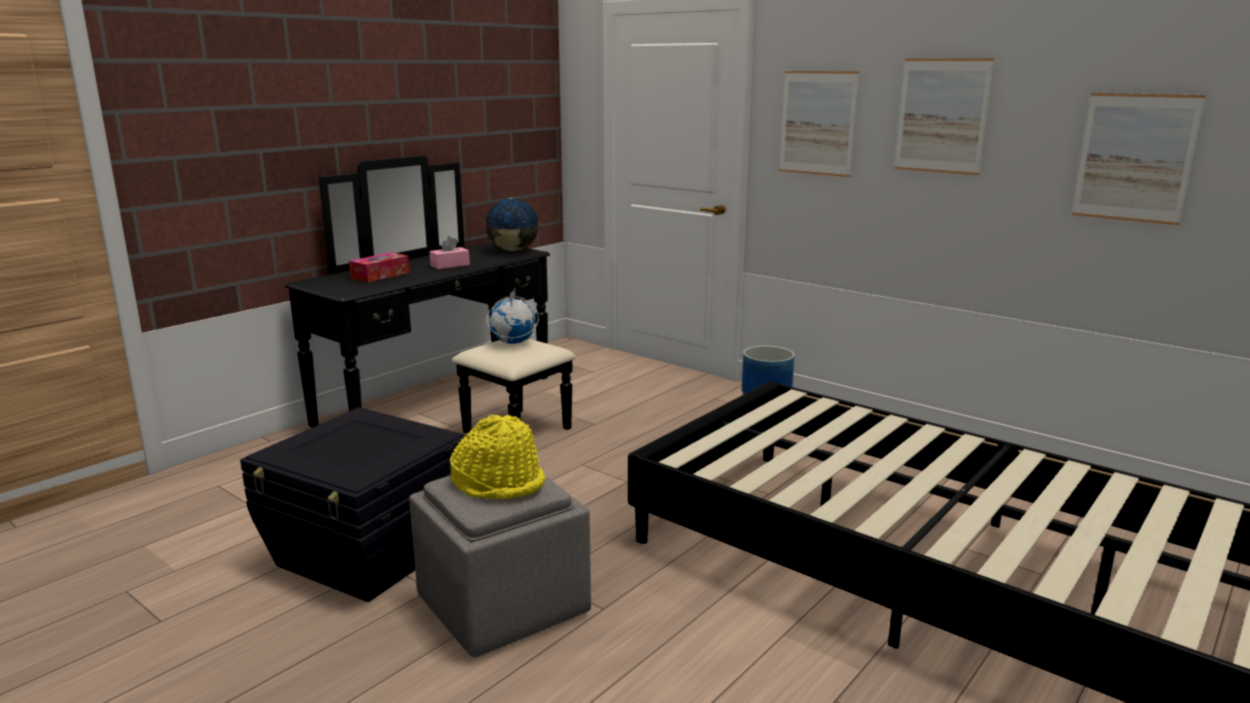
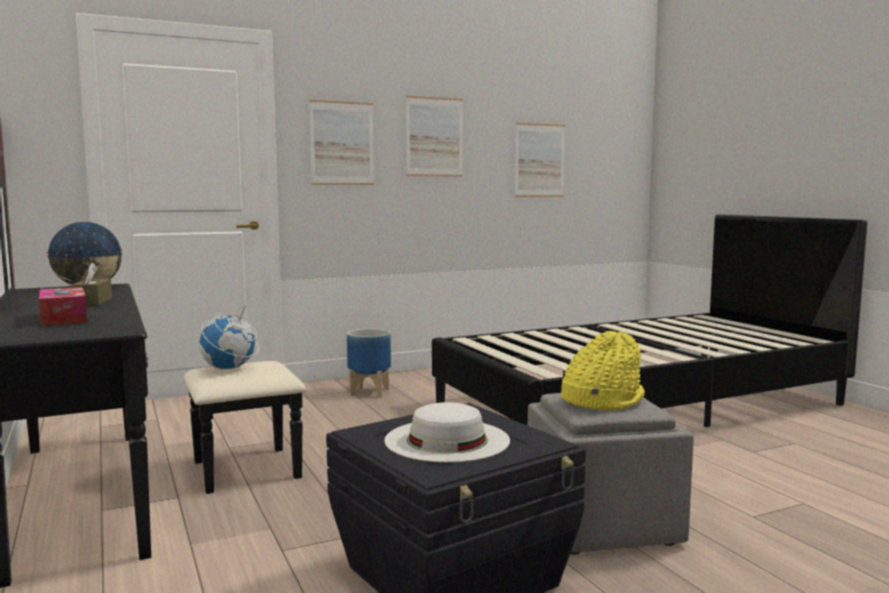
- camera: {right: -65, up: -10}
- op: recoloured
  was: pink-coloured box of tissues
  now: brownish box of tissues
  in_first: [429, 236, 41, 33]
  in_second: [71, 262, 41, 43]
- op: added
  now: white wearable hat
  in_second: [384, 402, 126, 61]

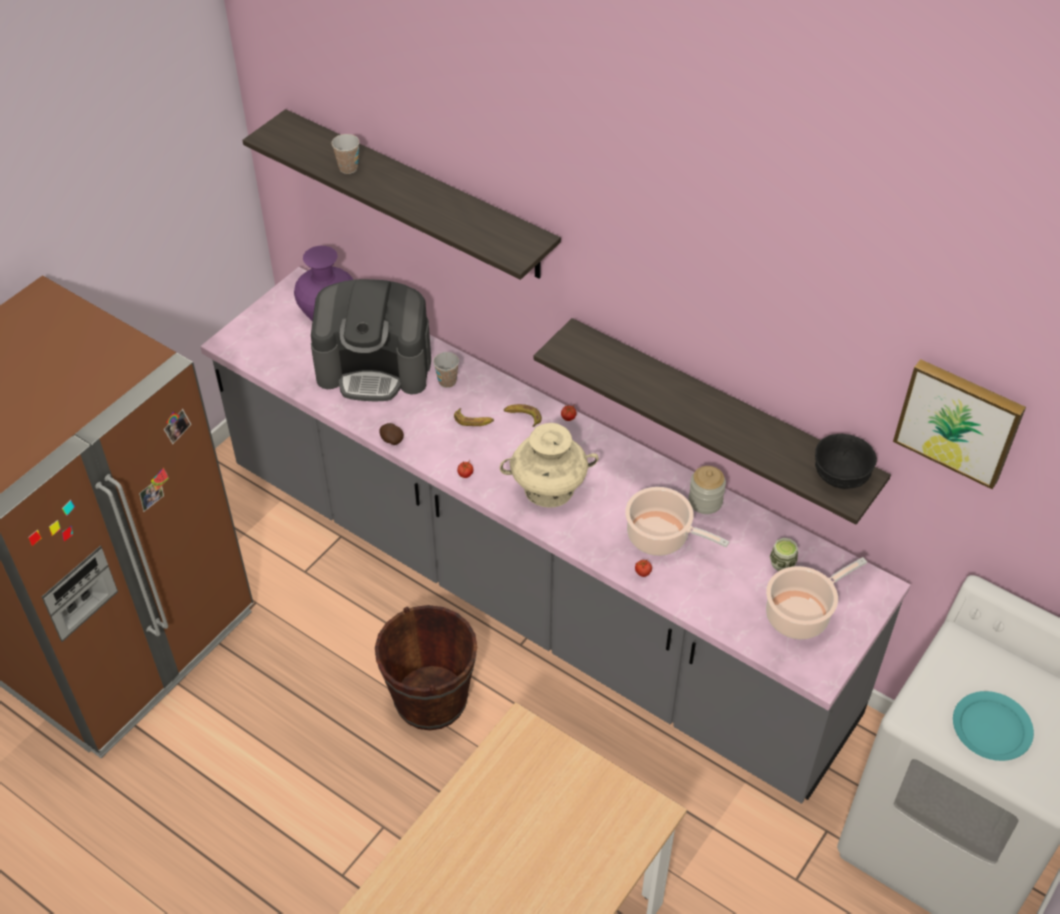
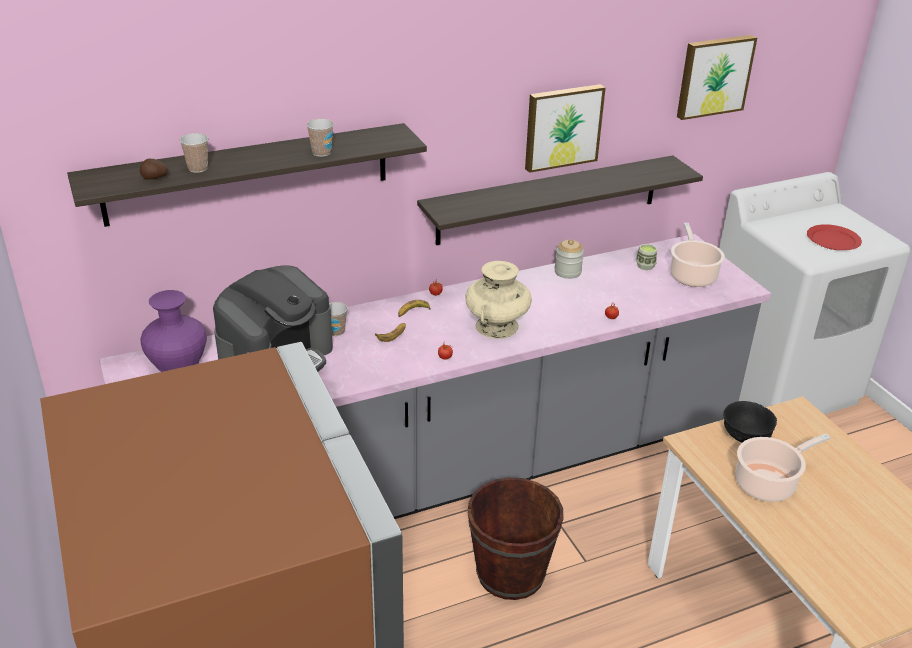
- camera: {right: -60, up: -15}
- op: moved
  was: potato
  in_first: [379, 423, 25, 22]
  in_second: [140, 159, 28, 20]
- op: moved
  was: cooking pot
  in_first: [625, 487, 104, 69]
  in_second: [735, 434, 95, 68]
- op: moved
  was: black-coloured bowl
  in_first: [815, 434, 62, 55]
  in_second: [723, 401, 54, 41]
- op: recoloured
  was: blue-green plate
  now: reddish plate
  in_first: [953, 691, 81, 70]
  in_second: [807, 224, 55, 26]
- op: added
  now: small cup
  in_second: [306, 119, 28, 38]
- op: added
  now: wall art
  in_second: [525, 84, 81, 89]

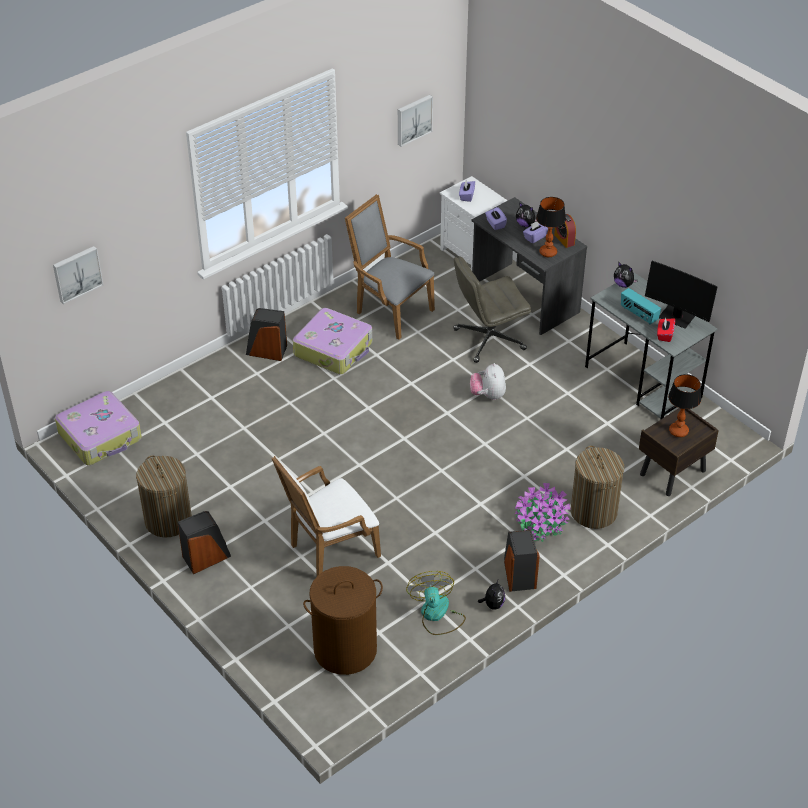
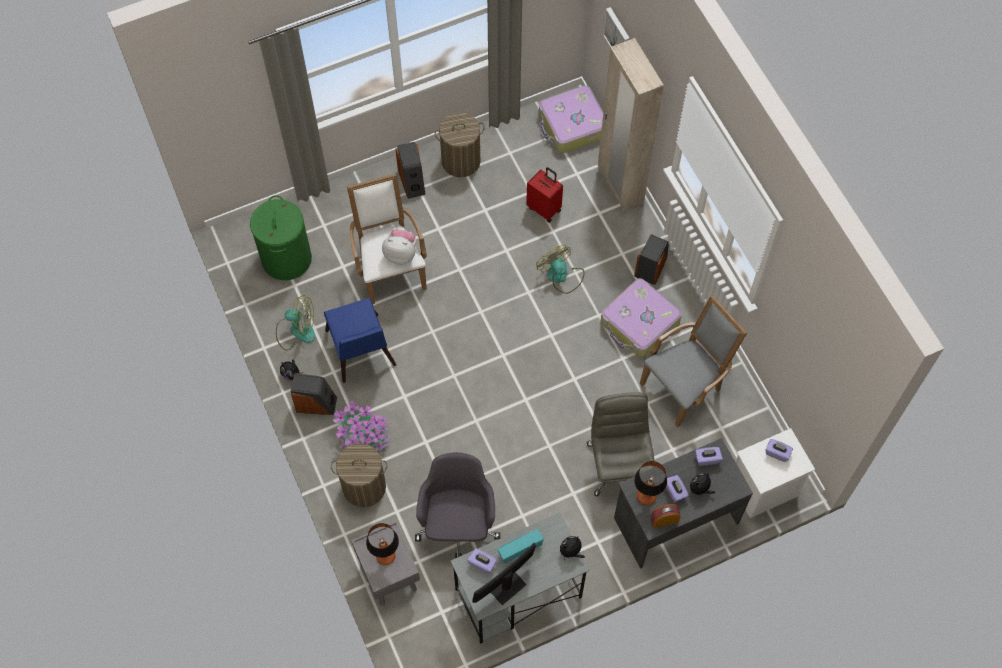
- camera: {right: 105, up: 20}
- op: recoloured
  was: brownish washing basket
  now: green-coloured washing basket
  in_first: [303, 566, 80, 109]
  in_second: [250, 195, 62, 85]
- op: removed
  was: wall art
  in_first: [398, 95, 35, 52]
- op: moved
  was: plush toy
  in_first: [470, 363, 36, 37]
  in_second: [382, 229, 34, 36]
- op: recoloured
  was: brownish bedside table
  now: grey bedside table
  in_first: [639, 408, 80, 88]
  in_second: [351, 521, 69, 85]
- op: recoloured
  was: reddish box of tissues
  now: purple box of tissues
  in_first: [657, 317, 18, 25]
  in_second: [468, 548, 29, 26]
- op: added
  now: bluish plain chair
  in_second: [324, 298, 72, 85]
- op: added
  now: grey computer chair
  in_second: [415, 452, 85, 106]
- op: added
  now: reddish travel case
  in_second: [526, 167, 37, 56]
- op: added
  now: cooling fan
  in_second: [536, 245, 49, 49]
- op: added
  now: beige clothes cupboard
  in_second: [598, 38, 66, 174]

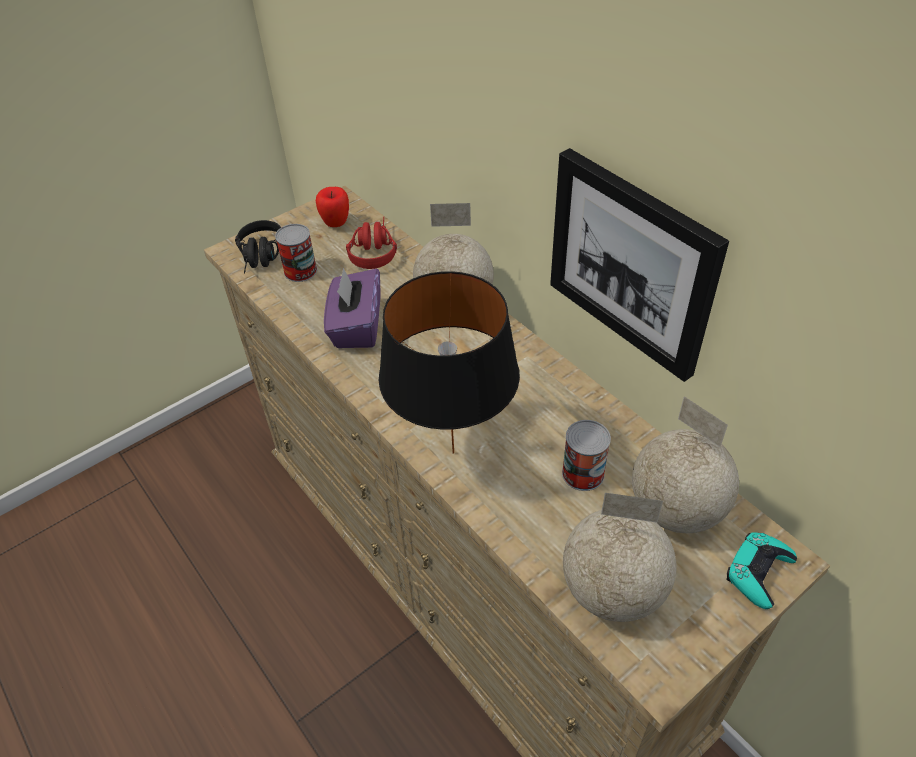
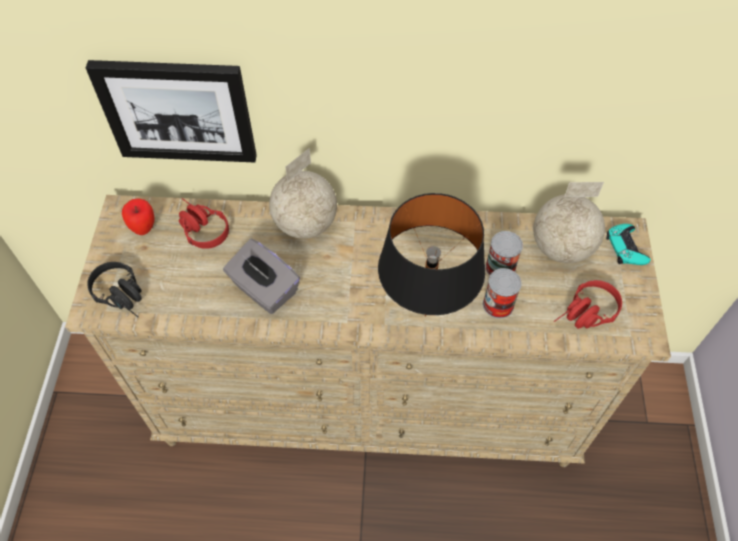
- camera: {right: -50, up: 10}
- op: moved
  was: can
  in_first: [275, 224, 42, 58]
  in_second: [483, 268, 39, 50]
- op: recoloured
  was: purple box of tissues
  now: grey box of tissues
  in_first: [324, 268, 57, 80]
  in_second: [223, 239, 77, 75]
- op: moved
  was: wall art
  in_first: [550, 148, 179, 234]
  in_second: [86, 60, 171, 103]
- op: replaced
  was: desk globe
  now: reddish headphones
  in_first: [563, 493, 114, 129]
  in_second: [554, 280, 68, 49]

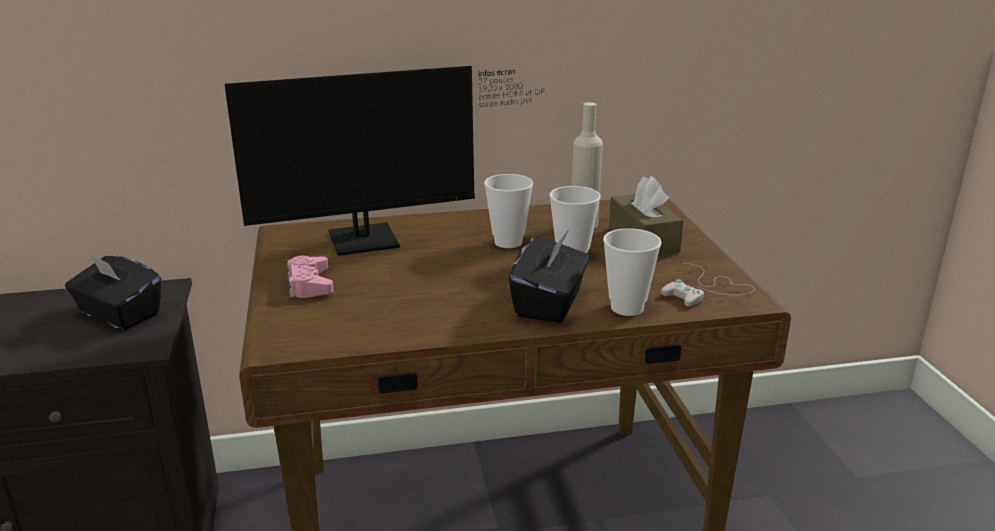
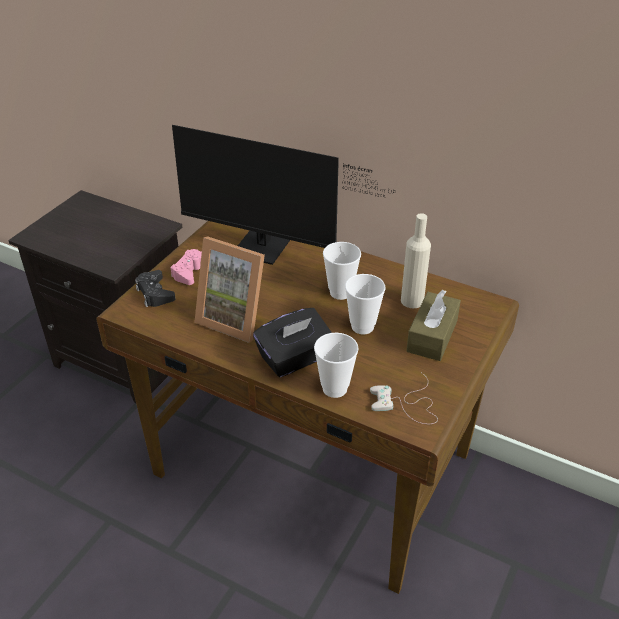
- camera: {right: 40, up: 15}
- op: removed
  was: black-coloured box of tissues
  in_first: [65, 254, 96, 76]
- op: added
  now: black-coloured game controller
  in_second: [135, 270, 40, 37]
- op: added
  now: standing frame
  in_second: [194, 236, 71, 107]

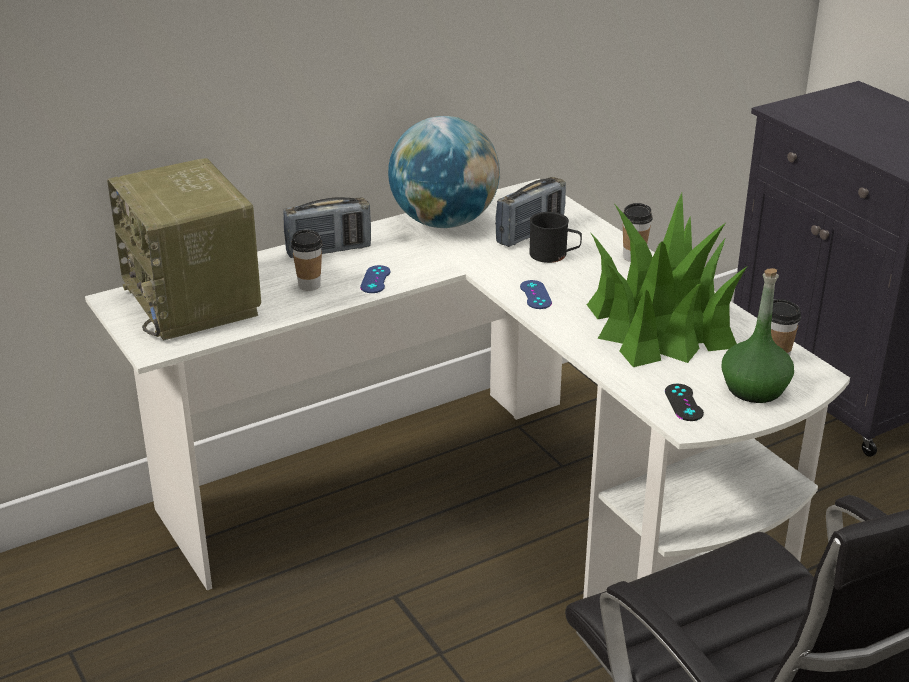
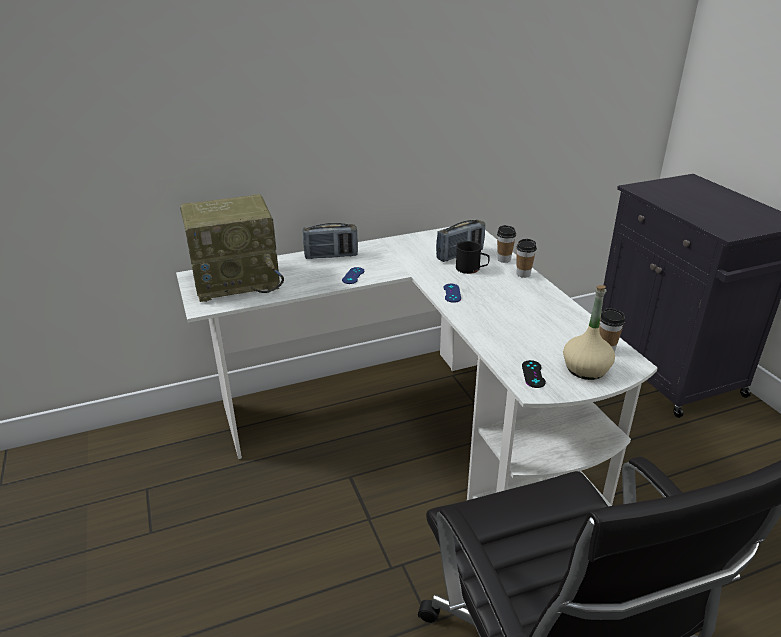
- camera: {right: 10, up: 0}
- op: turned
  was: radio receiver
  in_first: [107, 158, 154, 183]
  in_second: [180, 194, 104, 108]
  clockwise: -90
- op: moved
  was: small cup
  in_first: [291, 230, 32, 61]
  in_second: [497, 225, 19, 38]
- op: removed
  was: desk globe
  in_first: [388, 116, 112, 112]
- op: removed
  was: houseplant
  in_first: [587, 193, 160, 174]
- op: recoloured
  was: green-coloured beverage bottle
  now: beige beverage bottle
  in_first: [722, 268, 72, 135]
  in_second: [563, 285, 52, 95]

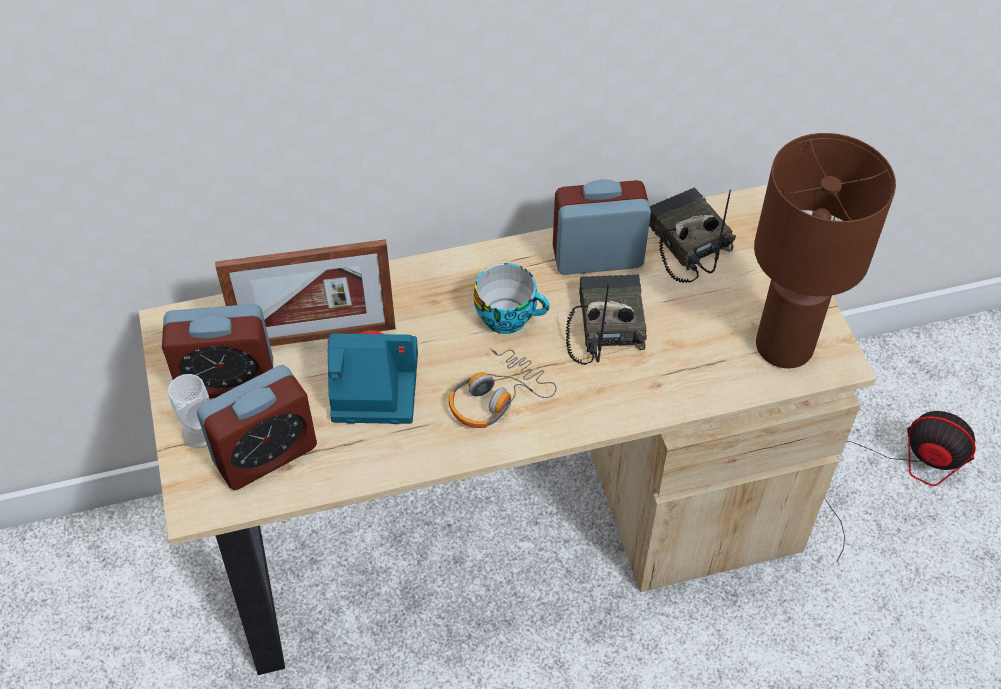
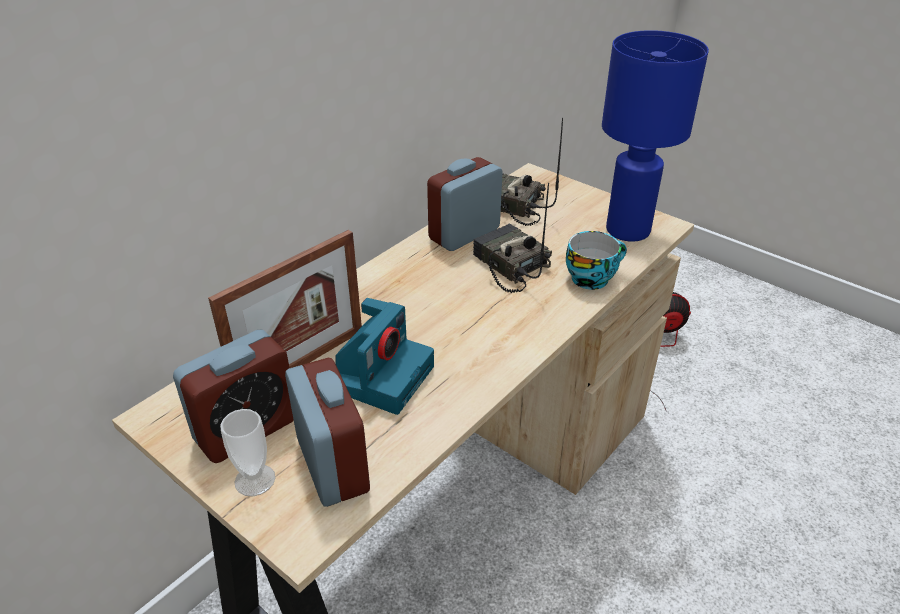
- camera: {right: -35, up: -15}
- op: turned
  was: table clock
  in_first: [197, 365, 120, 125]
  in_second: [285, 358, 85, 149]
  clockwise: -45
- op: turned
  was: photo camera
  in_first: [328, 331, 90, 93]
  in_second: [335, 298, 99, 117]
  clockwise: 150
- op: removed
  was: headphones
  in_first: [449, 348, 108, 80]
- op: moved
  was: small cup
  in_first: [474, 263, 75, 71]
  in_second: [566, 231, 61, 59]
- op: recoloured
  was: brownish tabletop lamp
  now: bluish tabletop lamp
  in_first: [754, 133, 142, 235]
  in_second: [602, 30, 107, 212]

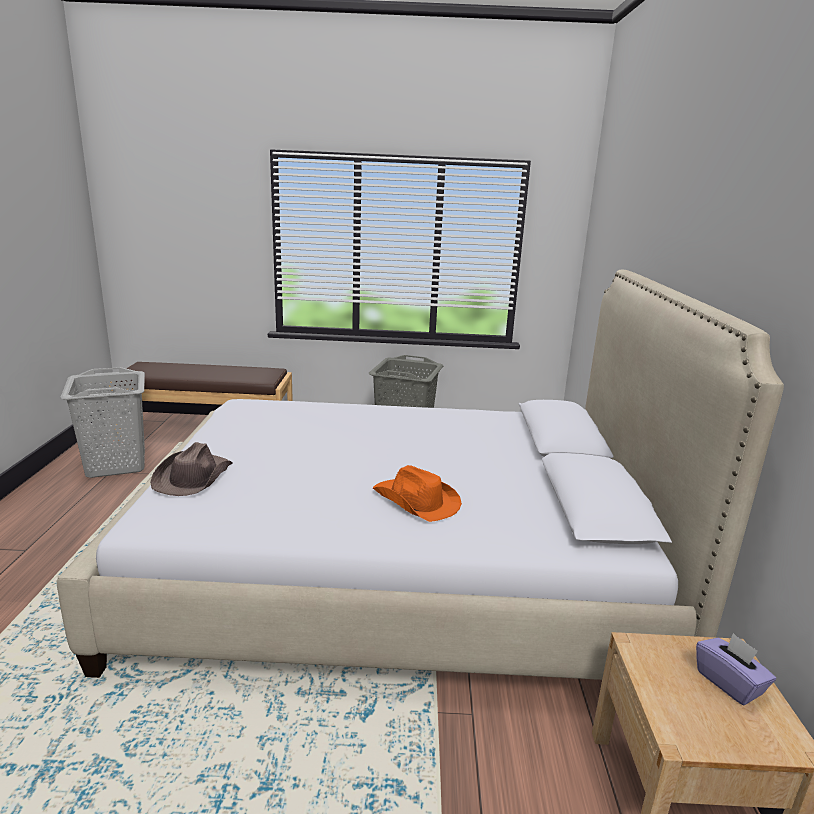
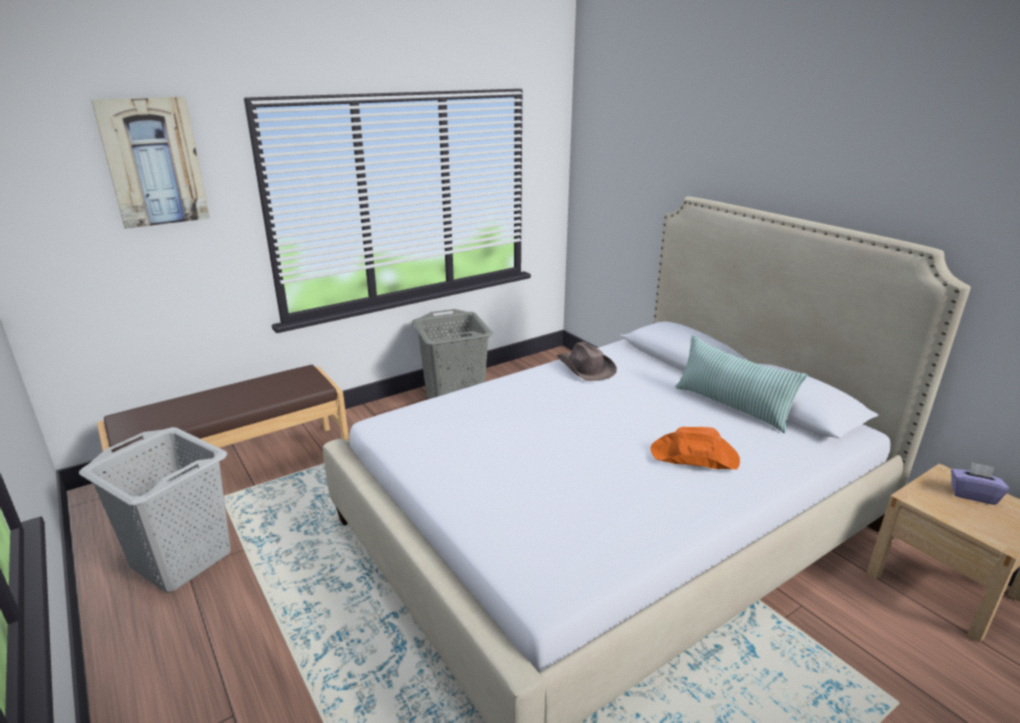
- camera: {right: -35, up: 5}
- op: moved
  was: brownish wearable hat
  in_first: [150, 442, 82, 54]
  in_second: [556, 342, 61, 39]
- op: added
  now: wall art
  in_second: [91, 97, 119, 132]
- op: added
  now: throw pillow
  in_second: [676, 335, 131, 98]

